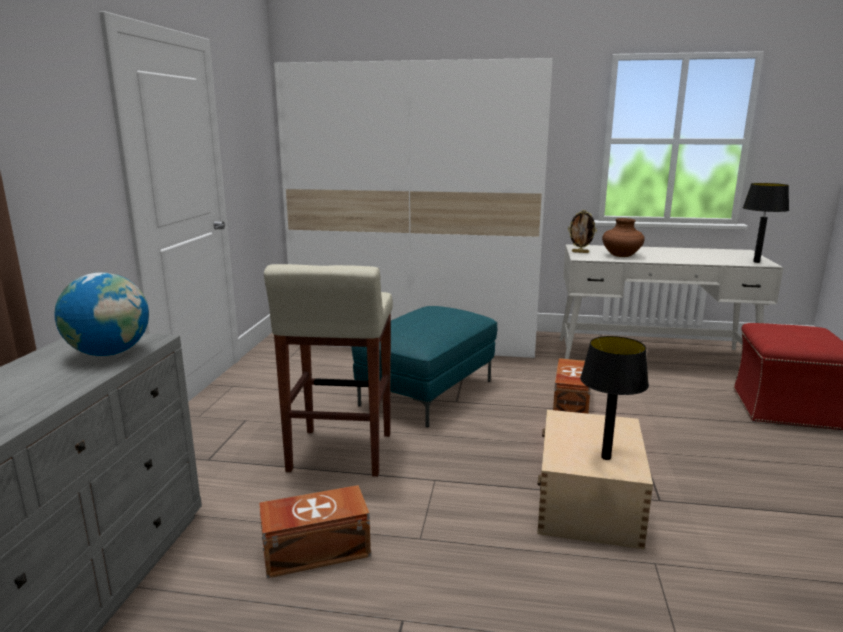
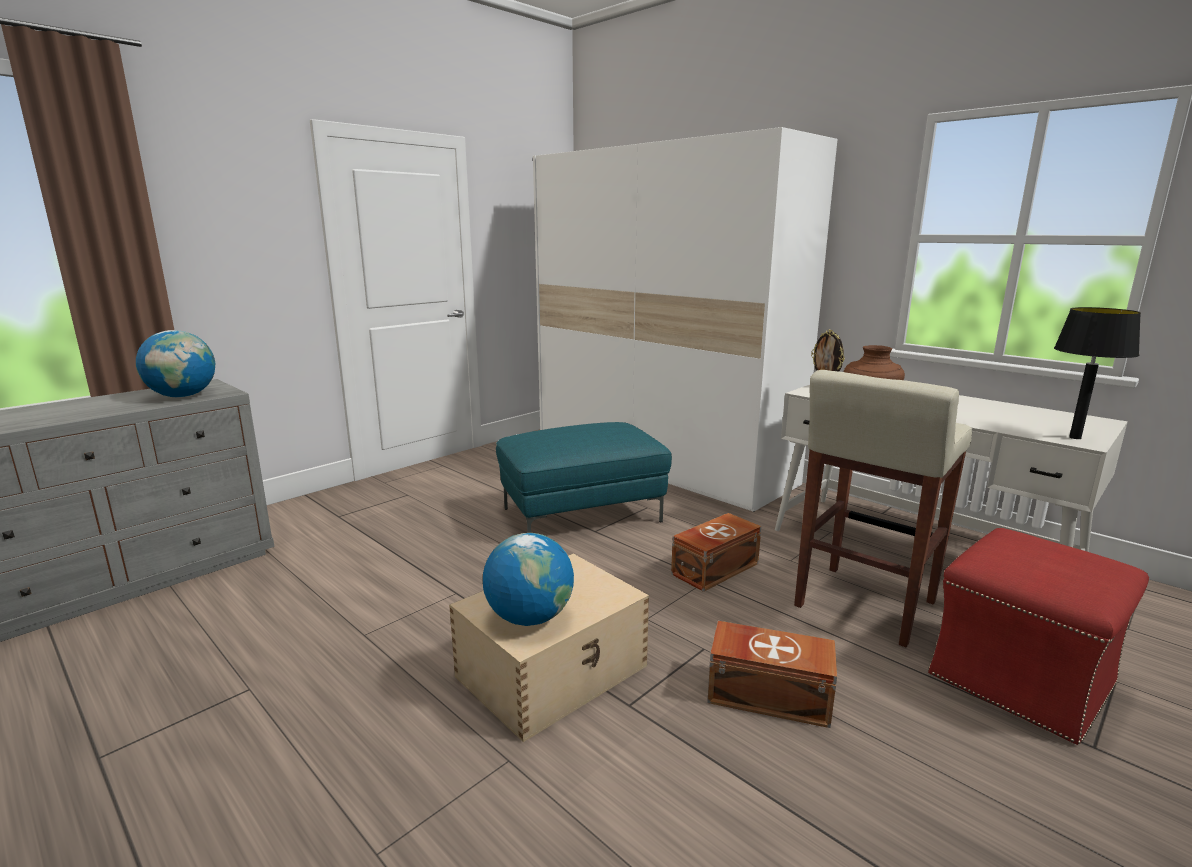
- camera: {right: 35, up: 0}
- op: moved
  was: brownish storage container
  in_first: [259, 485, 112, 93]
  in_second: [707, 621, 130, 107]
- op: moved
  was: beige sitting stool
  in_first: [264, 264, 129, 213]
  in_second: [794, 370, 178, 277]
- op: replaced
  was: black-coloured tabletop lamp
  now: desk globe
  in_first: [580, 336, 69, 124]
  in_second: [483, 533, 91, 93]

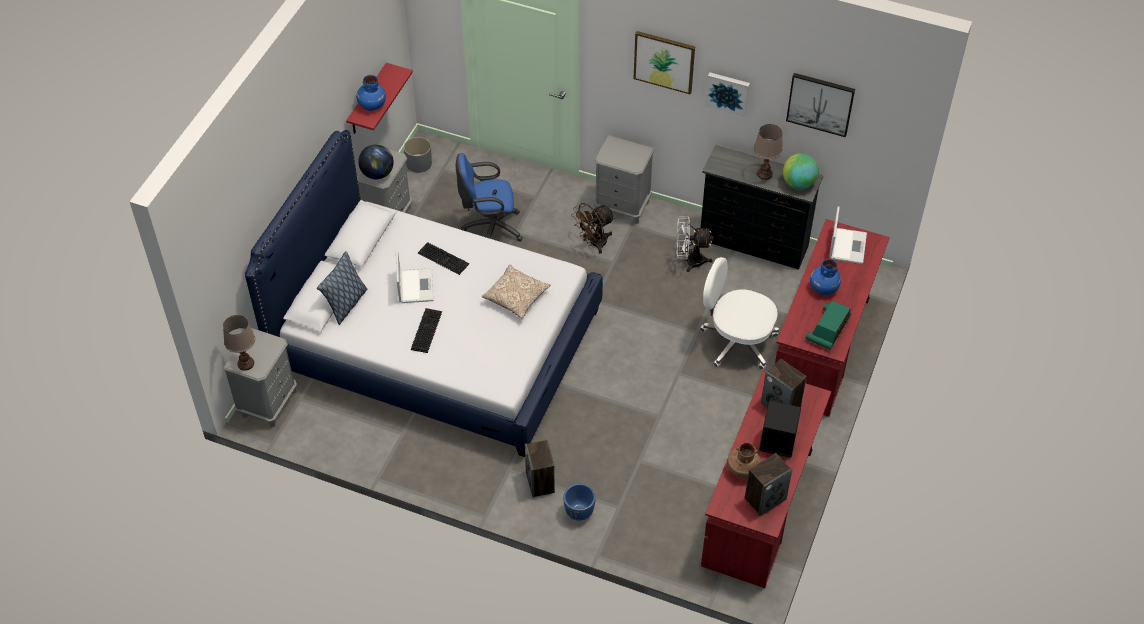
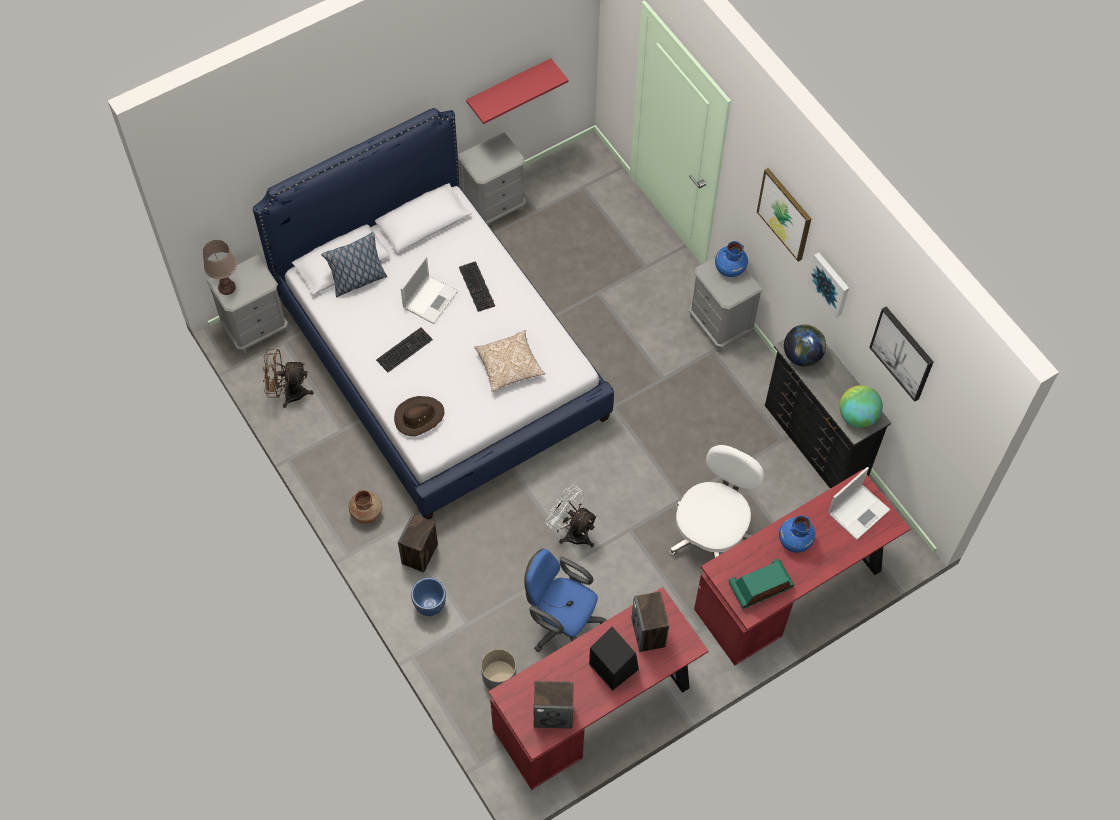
- camera: {right: 35, up: 10}
- op: moved
  was: bluish decorative vase
  in_first: [356, 75, 30, 36]
  in_second: [715, 241, 33, 36]
- op: moved
  was: desk globe
  in_first: [358, 144, 36, 35]
  in_second: [784, 325, 42, 41]
- op: moved
  was: grey flower pot
  in_first: [404, 137, 28, 36]
  in_second: [481, 649, 35, 41]
- op: moved
  was: bluish computer chair
  in_first: [456, 153, 67, 88]
  in_second: [524, 549, 82, 103]
- op: moved
  was: brownish cooling fan
  in_first: [571, 203, 44, 51]
  in_second: [263, 349, 51, 59]
- op: moved
  was: white cooling fan
  in_first: [676, 216, 37, 56]
  in_second: [545, 485, 53, 62]
- op: turned
  was: white computer chair
  in_first: [700, 257, 79, 113]
  in_second: [669, 445, 95, 113]
  clockwise: 60
- op: moved
  was: brownish decorative vase
  in_first: [727, 442, 34, 37]
  in_second: [349, 490, 33, 34]
- op: removed
  was: brownish tabletop lamp
  in_first: [754, 124, 29, 56]
- op: added
  now: brownish wearable hat
  in_second: [394, 396, 50, 40]

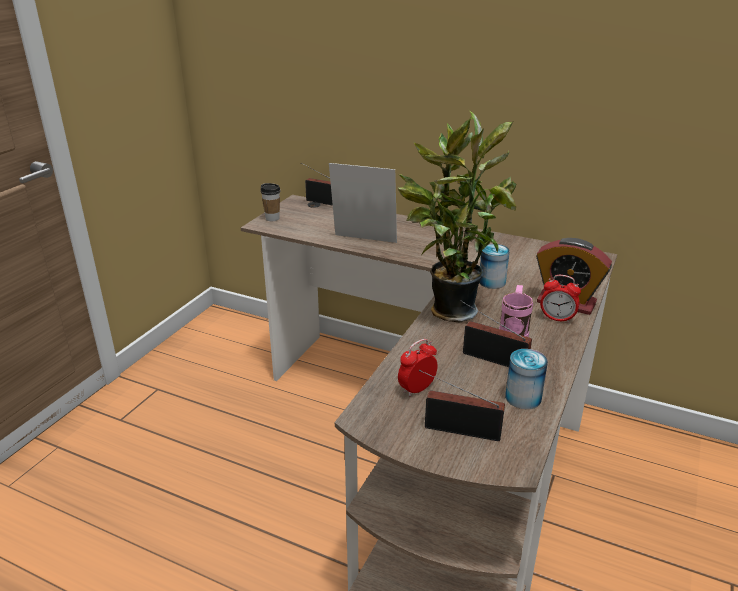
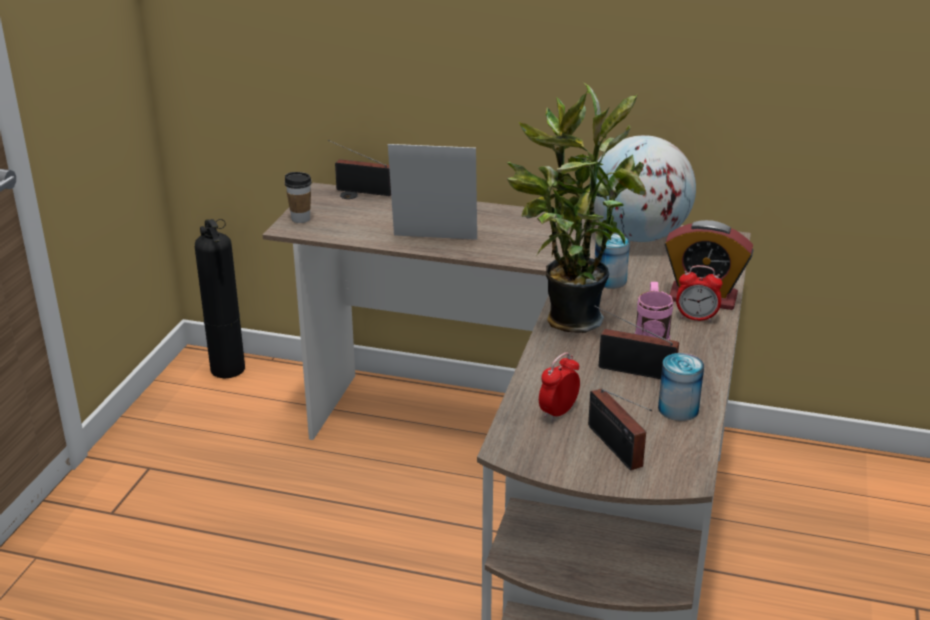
- camera: {right: -10, up: 0}
- op: turned
  was: radio receiver
  in_first: [419, 370, 86, 71]
  in_second: [588, 388, 64, 82]
  clockwise: -120
- op: added
  now: fire-fighting cylinder
  in_second: [195, 219, 50, 159]
- op: added
  now: desk globe
  in_second: [594, 135, 102, 107]

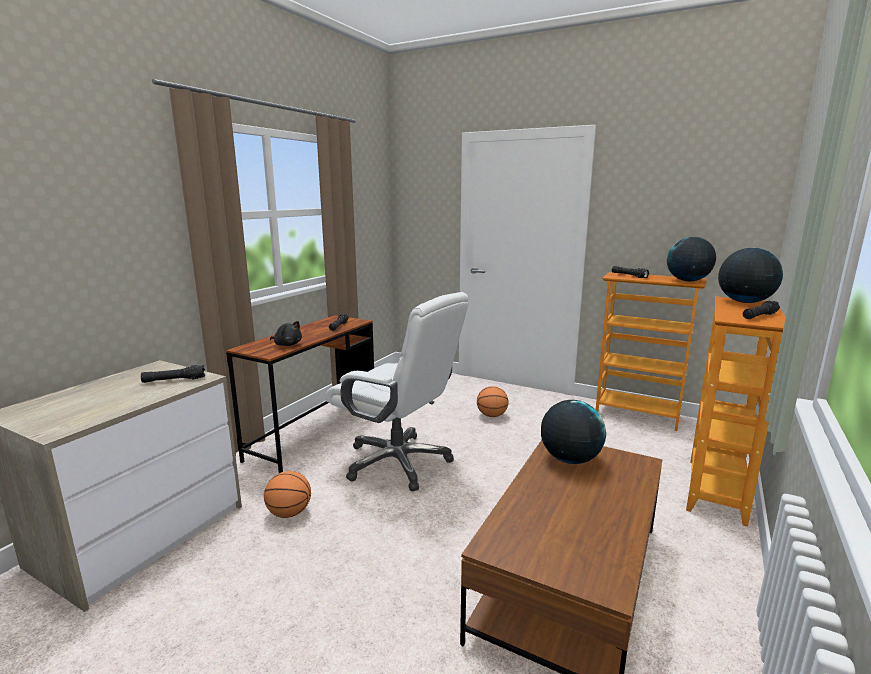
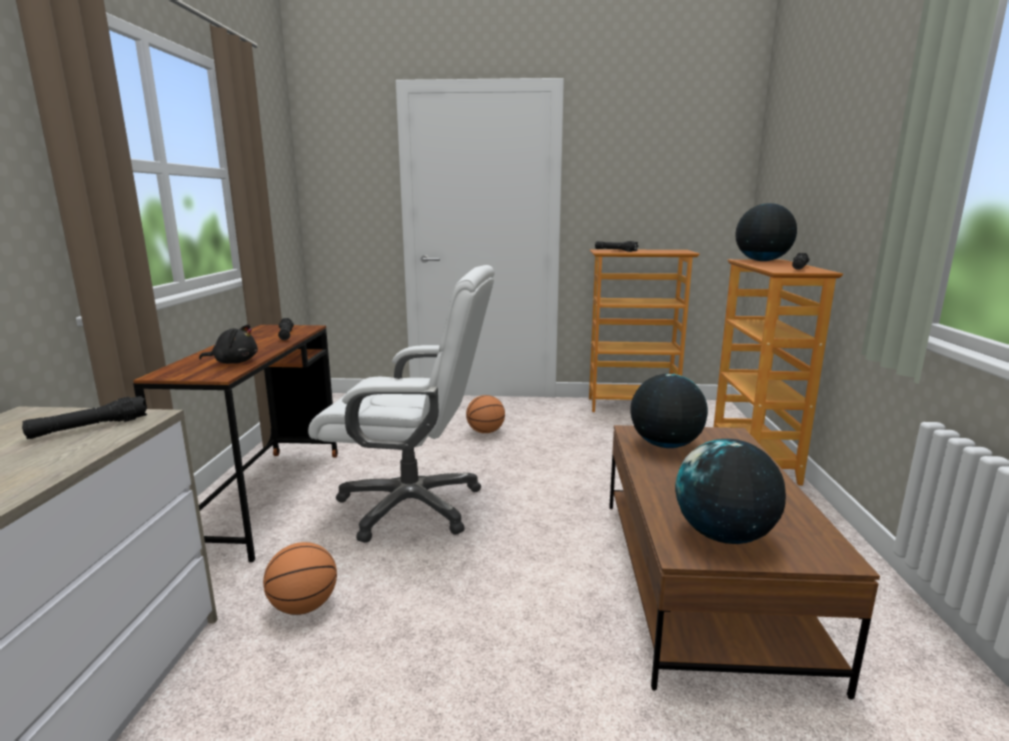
- camera: {right: -25, up: 0}
- op: moved
  was: desk globe
  in_first: [667, 237, 49, 44]
  in_second: [675, 439, 111, 105]

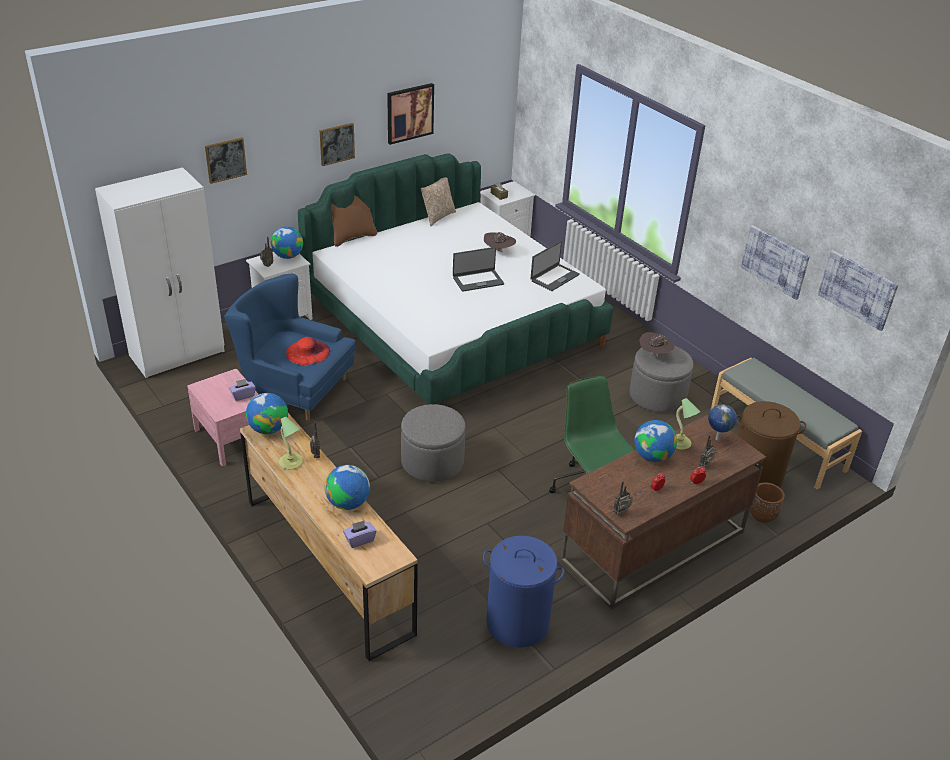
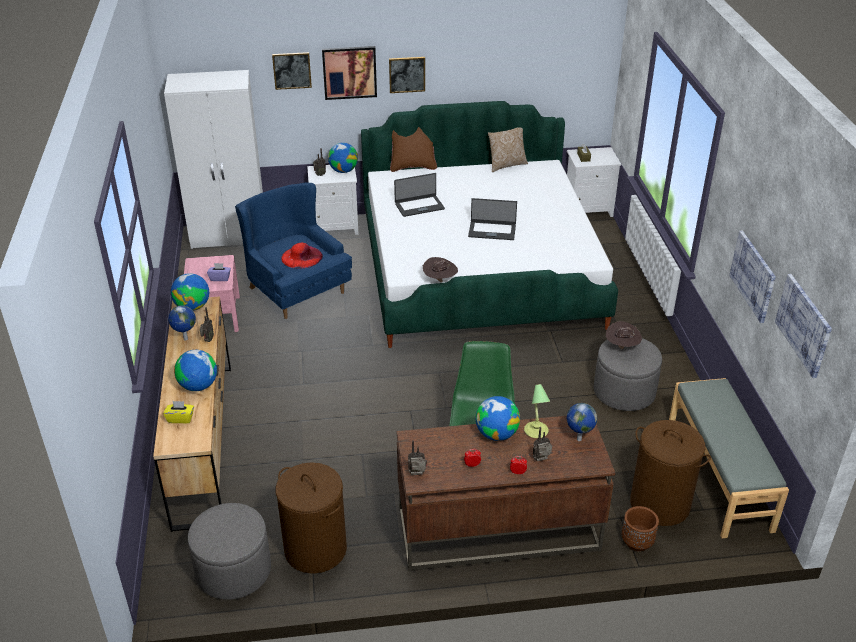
- camera: {right: 30, up: 0}
- op: replaced
  was: tabletop lamp
  now: desk globe
  in_first: [279, 416, 24, 53]
  in_second: [168, 305, 28, 36]
- op: recoloured
  was: purple box of tissues
  now: yellowish box of tissues
  in_first: [343, 521, 33, 27]
  in_second: [163, 401, 31, 22]
- op: moved
  was: wall art
  in_first: [387, 83, 47, 62]
  in_second: [322, 46, 55, 54]
- op: moved
  was: grey pouffe
  in_first: [401, 404, 65, 78]
  in_second: [188, 503, 83, 97]
- op: recoloured
  was: bluish washing basket
  now: brownish washing basket
  in_first: [483, 536, 82, 112]
  in_second: [275, 462, 72, 112]
- op: moved
  was: brownish wearable hat
  in_first: [484, 232, 32, 20]
  in_second: [423, 257, 35, 25]
- op: moved
  was: laptop
  in_first: [531, 241, 49, 50]
  in_second: [394, 173, 51, 44]

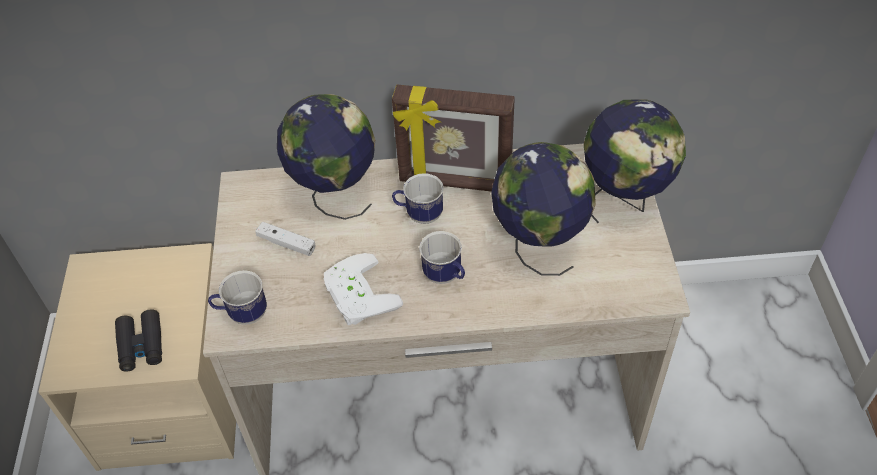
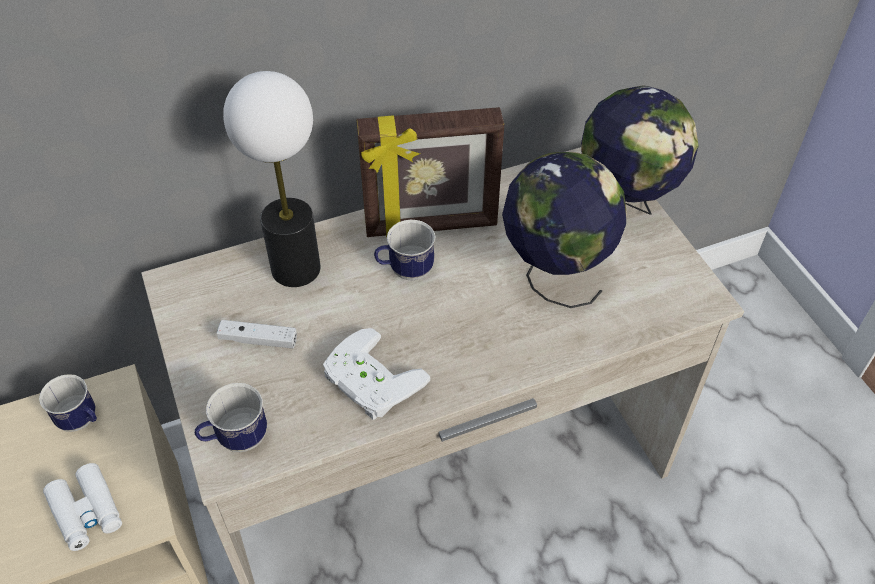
- camera: {right: -20, up: 0}
- op: recoloured
  was: black-coloured field glasses
  now: white field glasses
  in_first: [115, 309, 47, 63]
  in_second: [43, 463, 79, 88]
- op: replaced
  was: desk globe
  now: tabletop lamp
  in_first: [277, 94, 98, 126]
  in_second: [223, 71, 98, 216]
- op: moved
  was: mug
  in_first: [419, 231, 46, 53]
  in_second: [39, 374, 58, 58]

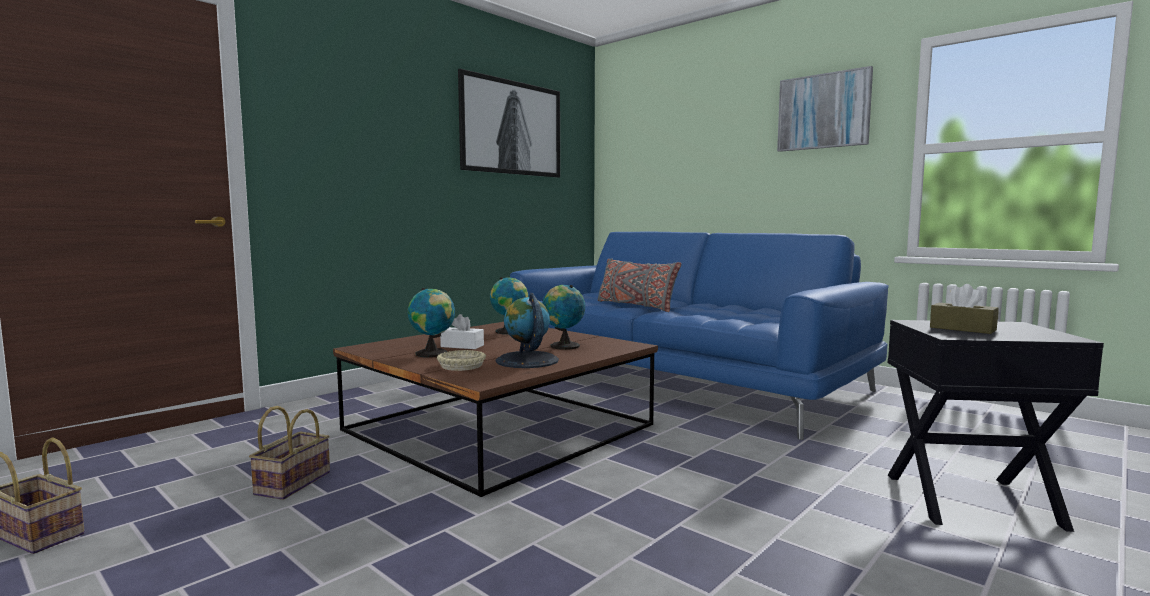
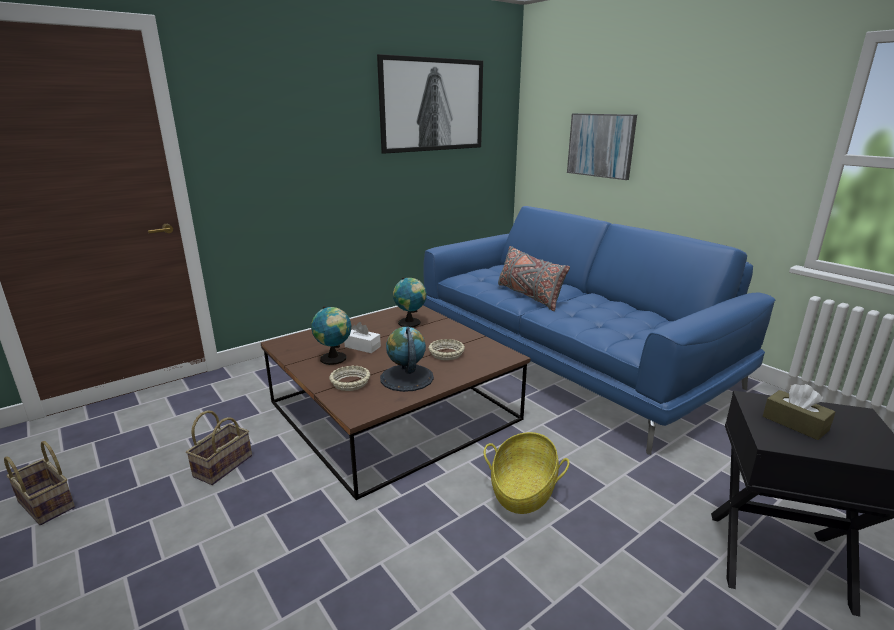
- camera: {right: 10, up: 15}
- op: replaced
  was: desk globe
  now: beige bowl
  in_first: [542, 285, 43, 65]
  in_second: [428, 339, 37, 21]
- op: moved
  was: wall art
  in_first: [777, 66, 96, 86]
  in_second: [567, 113, 70, 67]
- op: added
  now: basket
  in_second: [484, 432, 85, 82]

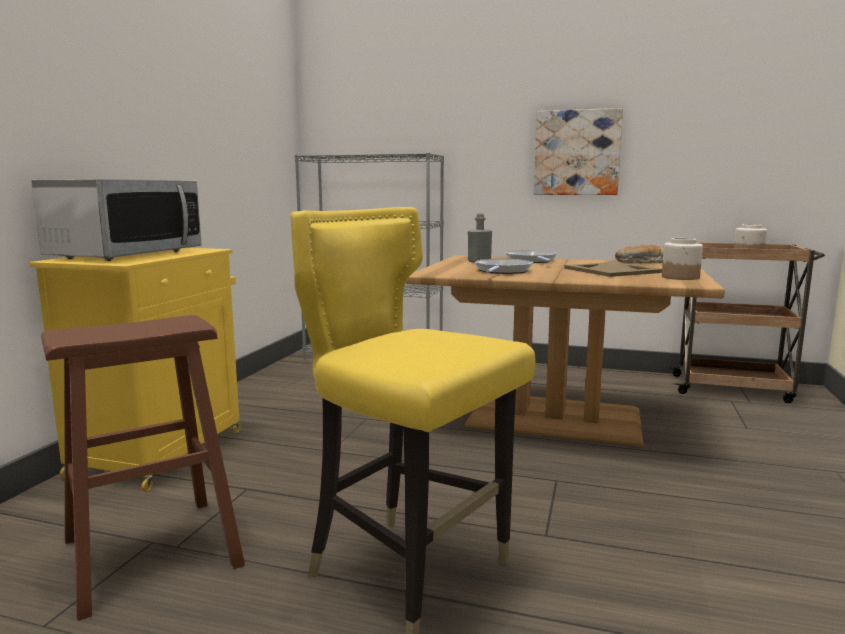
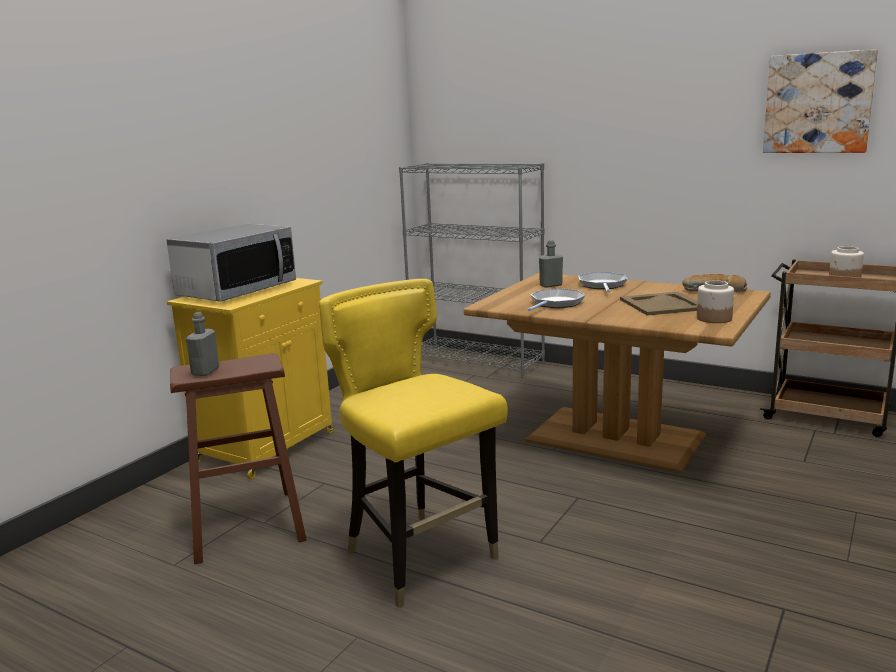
- camera: {right: 15, up: 5}
- op: moved
  was: wall art
  in_first: [534, 108, 89, 87]
  in_second: [763, 49, 115, 104]
- op: added
  now: grey beverage bottle
  in_second: [186, 312, 33, 64]

